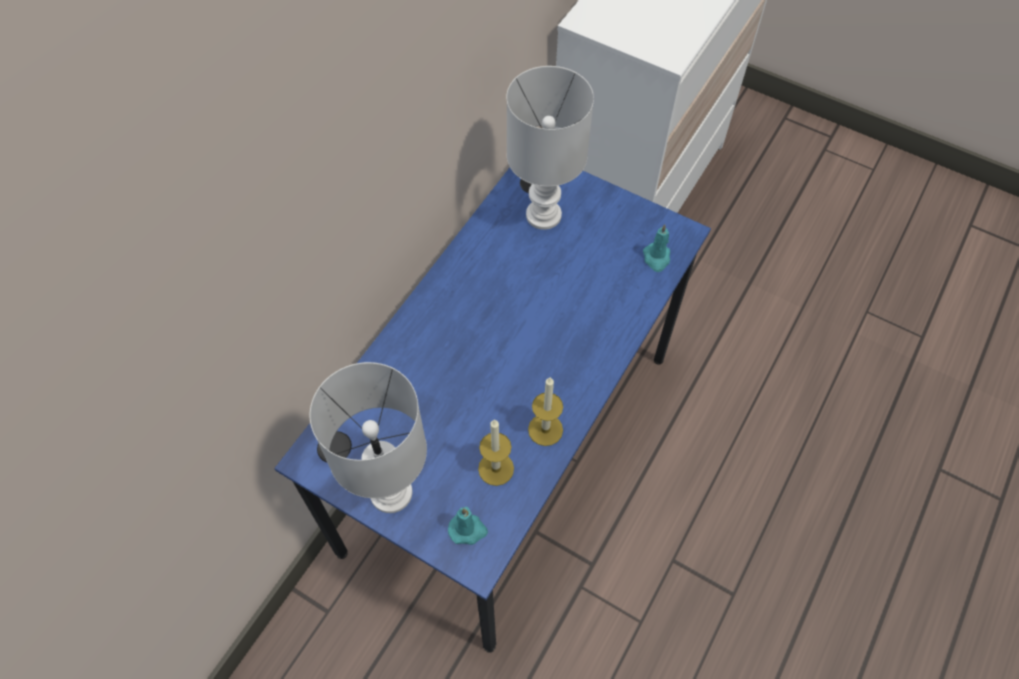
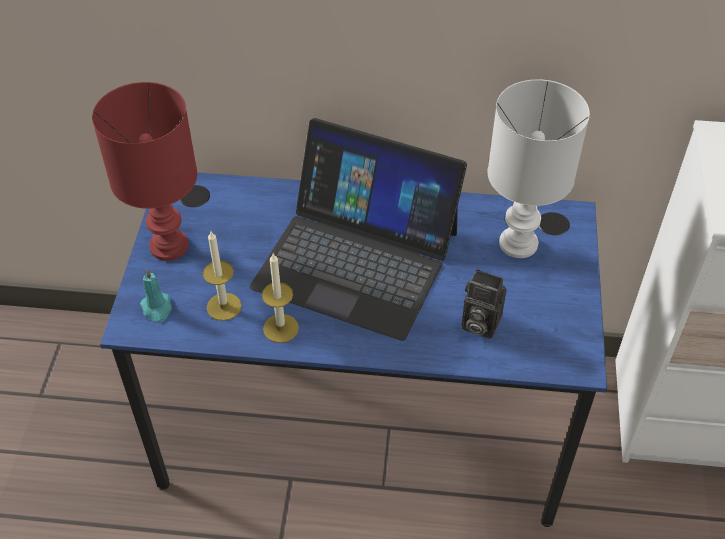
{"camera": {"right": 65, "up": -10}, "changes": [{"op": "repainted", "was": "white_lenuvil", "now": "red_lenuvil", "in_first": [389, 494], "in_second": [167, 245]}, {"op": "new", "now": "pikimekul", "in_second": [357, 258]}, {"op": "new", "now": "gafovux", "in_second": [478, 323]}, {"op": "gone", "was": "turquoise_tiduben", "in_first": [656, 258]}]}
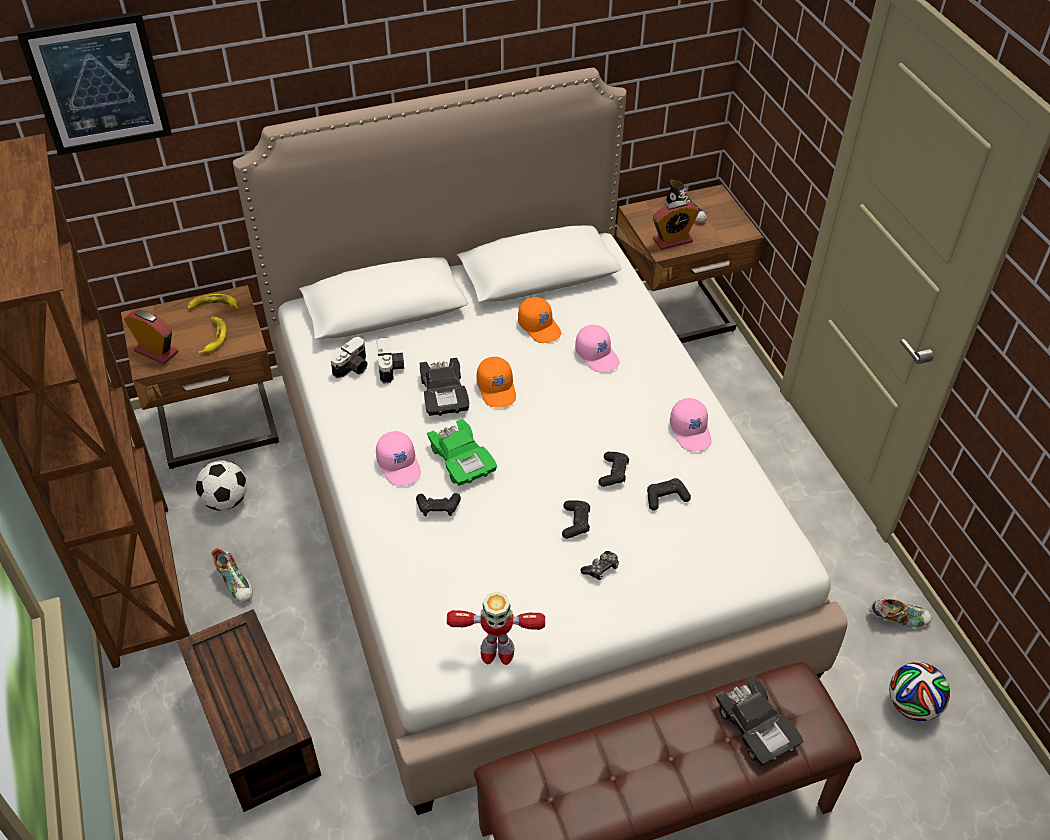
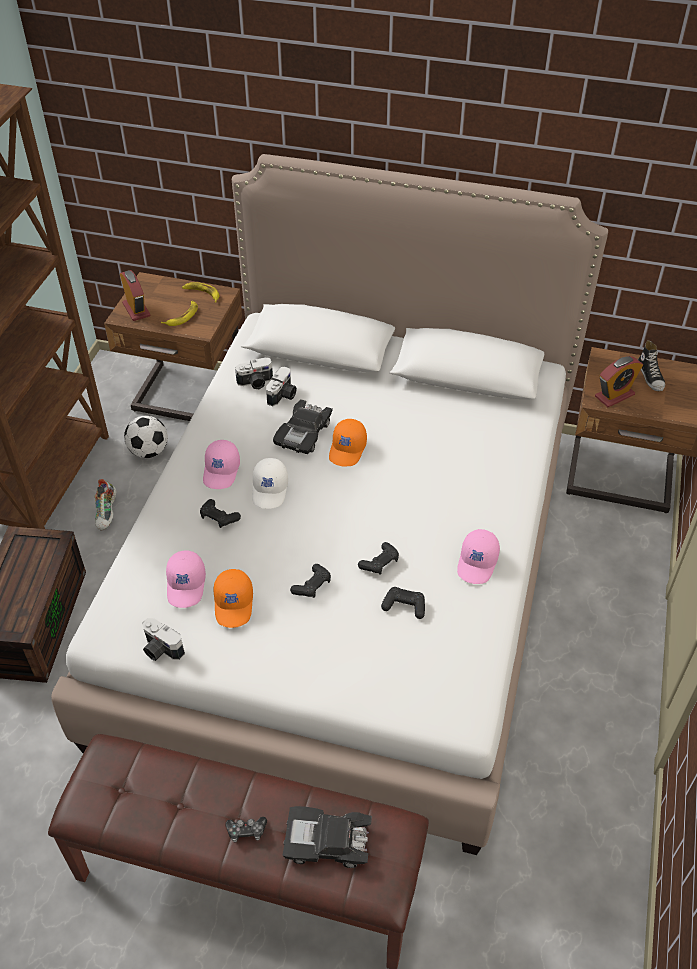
{"camera": {"right": 35, "up": 0}, "changes": [{"op": "swapped", "was": "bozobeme", "now": "gafovux", "in_first": [496, 652], "in_second": [160, 650]}, {"op": "shifted", "was": "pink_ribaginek", "in_first": [597, 355], "in_second": [187, 585]}, {"op": "shifted", "was": "orange_ribaginek", "in_first": [540, 327], "in_second": [234, 604]}, {"op": "shifted", "was": "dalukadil", "in_first": [601, 569], "in_second": [246, 831]}, {"op": "swapped", "was": "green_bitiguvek", "now": "white_ribaginek", "in_first": [462, 459], "in_second": [270, 490]}, {"op": "rotated", "was": "black_bitiguvek", "in_first": [756, 726], "in_second": [327, 842], "clockwise": 90}, {"op": "rotated", "was": "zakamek", "in_first": [672, 240], "in_second": [614, 395], "clockwise": -45}, {"op": "gone", "was": "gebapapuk", "in_first": [98, 83]}, {"op": "gone", "was": "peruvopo", "in_first": [898, 619]}, {"op": "gone", "was": "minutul", "in_first": [912, 705]}]}
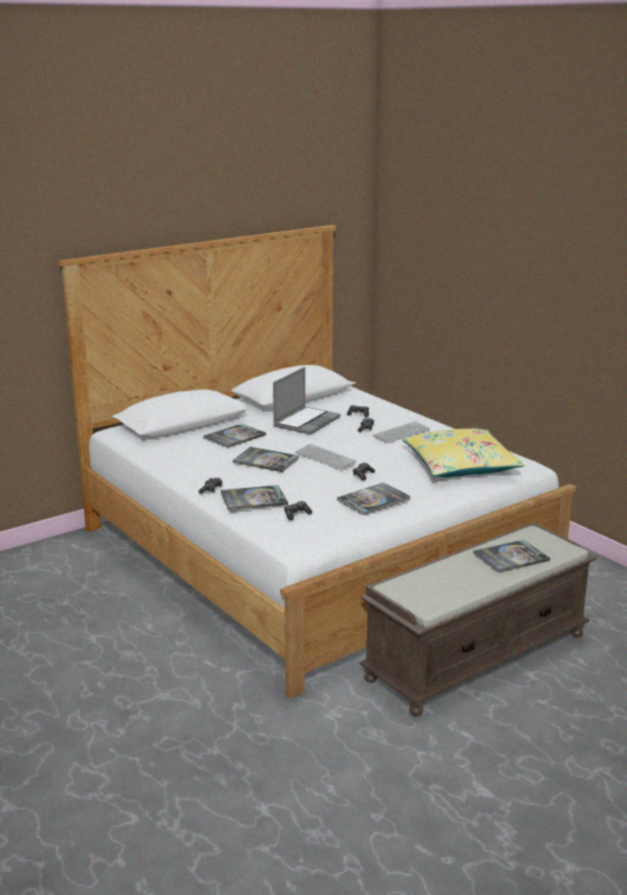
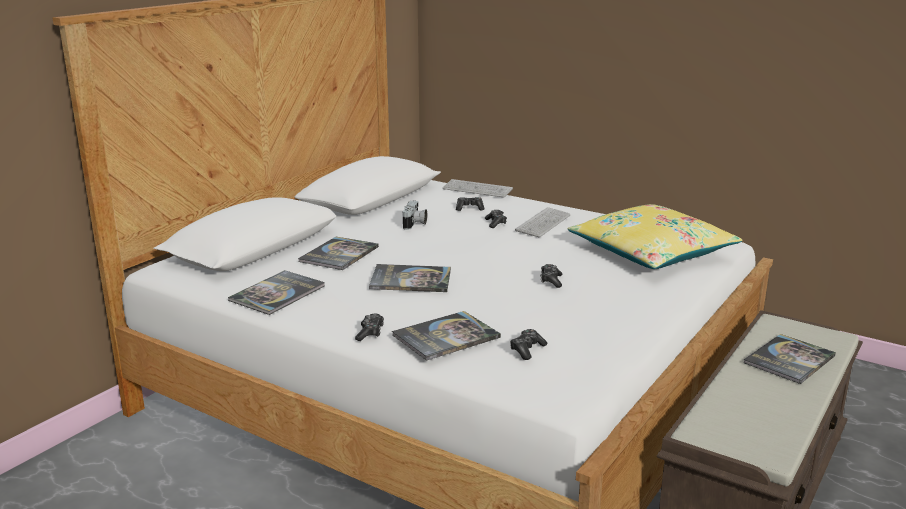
{"camera": {"right": -20, "up": 0}, "changes": [{"op": "shifted", "was": "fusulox", "in_first": [373, 500], "in_second": [277, 293]}, {"op": "swapped", "was": "pikimekul", "now": "gafovux", "in_first": [306, 422], "in_second": [415, 224]}, {"op": "shifted", "was": "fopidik", "in_first": [325, 458], "in_second": [477, 190]}]}
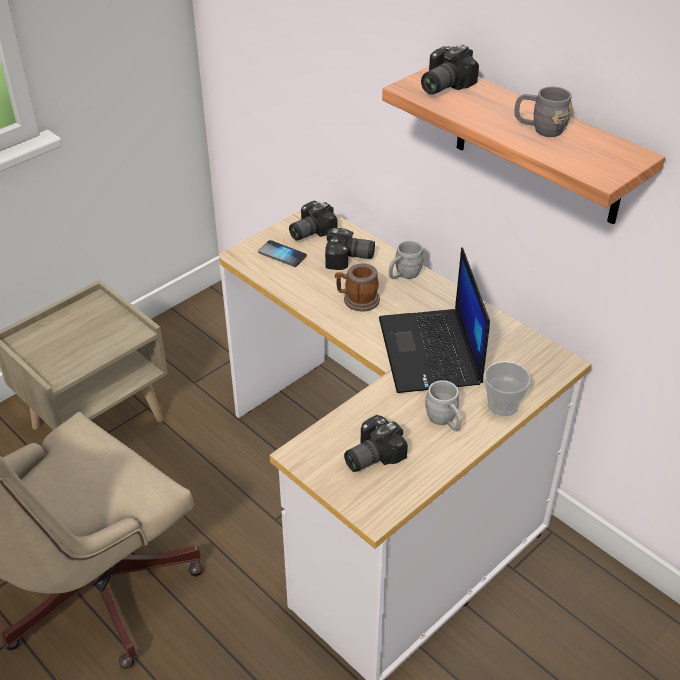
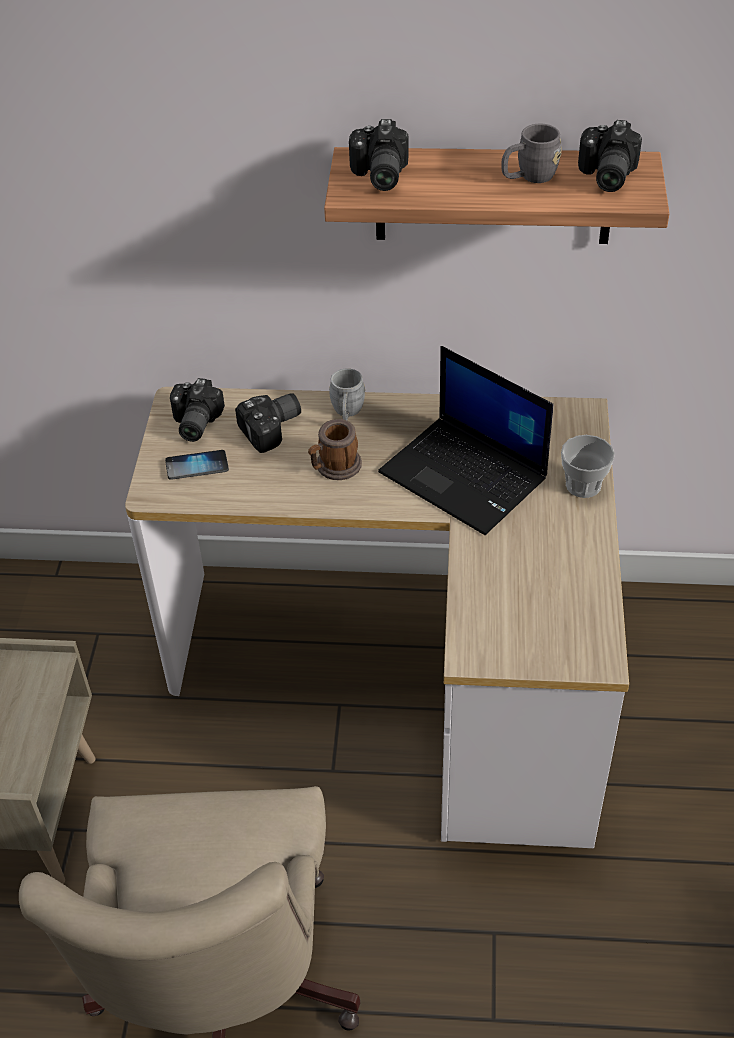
{"camera": {"right": -40, "up": 5}, "changes": [{"op": "shifted", "was": "gafovux", "in_first": [370, 455], "in_second": [604, 175]}, {"op": "gone", "was": "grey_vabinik", "in_first": [444, 421]}]}
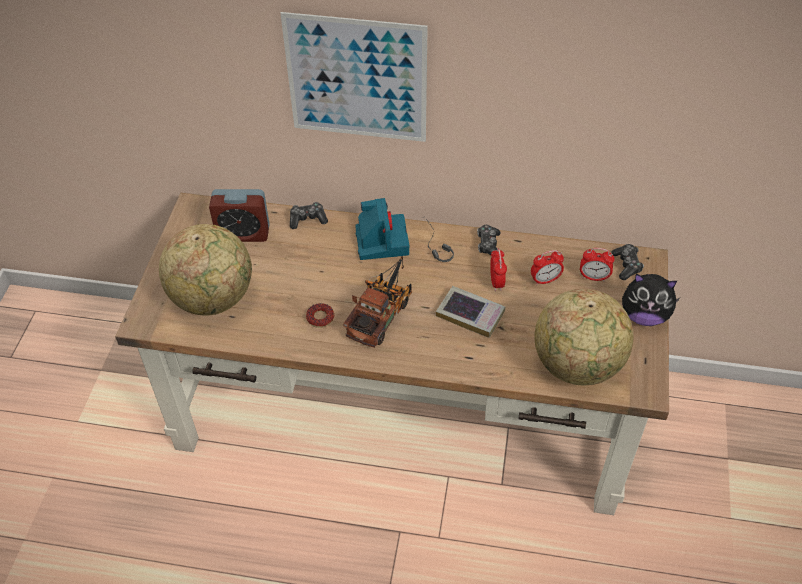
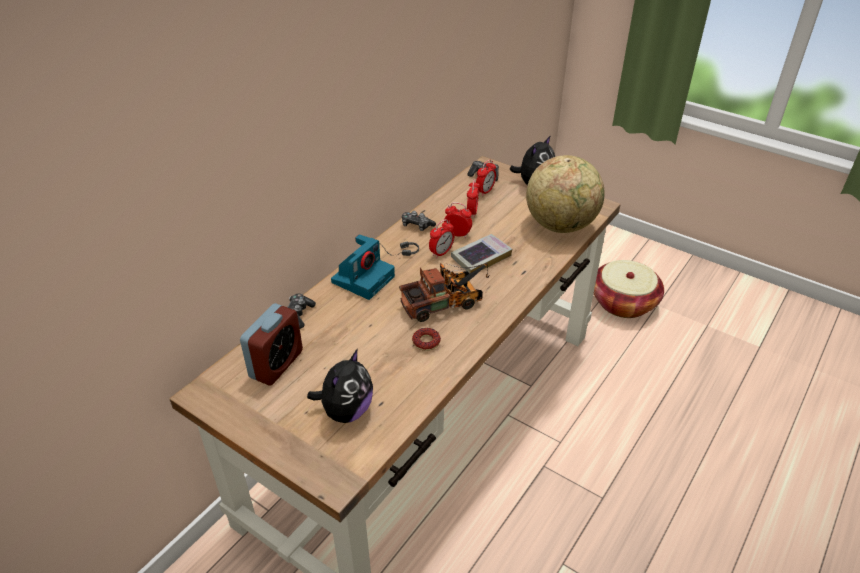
{"camera": {"right": -65, "up": -10}, "changes": [{"op": "swapped", "was": "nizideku", "now": "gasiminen", "in_first": [213, 298], "in_second": [346, 411]}, {"op": "rotated", "was": "gafovux", "in_first": [381, 240], "in_second": [363, 278], "clockwise": 105}, {"op": "rotated", "was": "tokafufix", "in_first": [382, 313], "in_second": [446, 303], "clockwise": 105}, {"op": "new", "now": "zakamek", "in_second": [441, 253]}, {"op": "new", "now": "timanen", "in_second": [623, 302]}, {"op": "gone", "was": "gebapapuk", "in_first": [356, 79]}]}
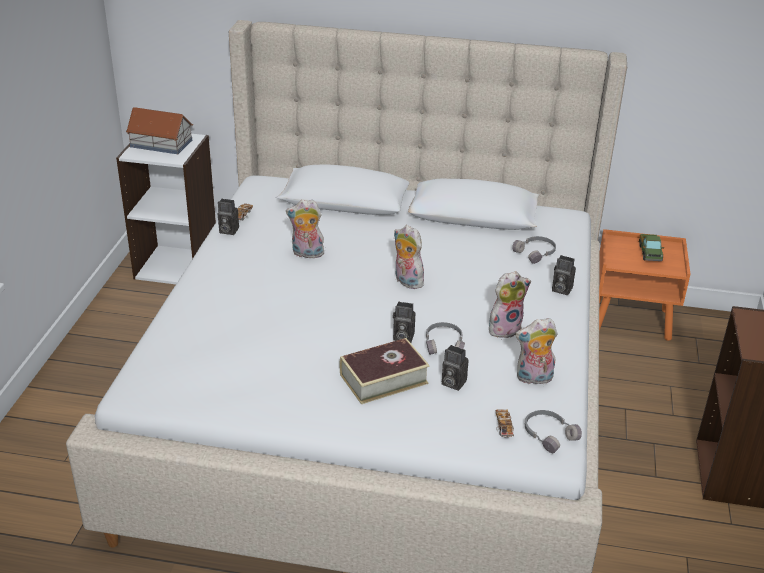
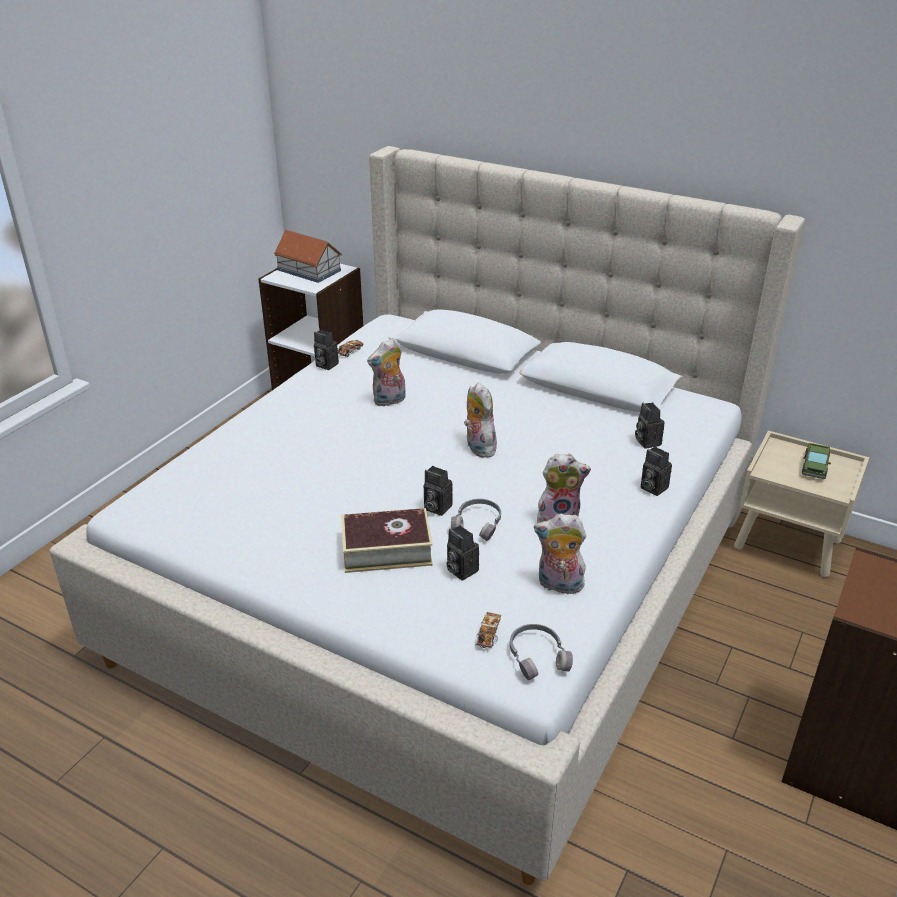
{"camera": {"right": 20, "up": 0}, "changes": [{"op": "rotated", "was": "gasiminen", "in_first": [306, 254], "in_second": [389, 401], "clockwise": -60}, {"op": "swapped", "was": "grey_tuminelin", "now": "gafovux", "in_first": [536, 253], "in_second": [646, 441]}, {"op": "repainted", "was": "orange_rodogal", "now": "beige_rodogal", "in_first": [632, 320], "in_second": [788, 545]}]}
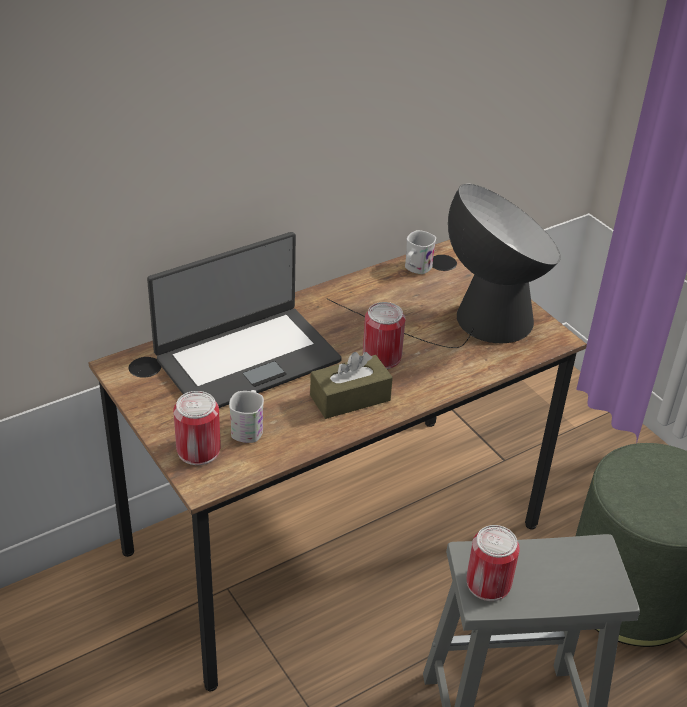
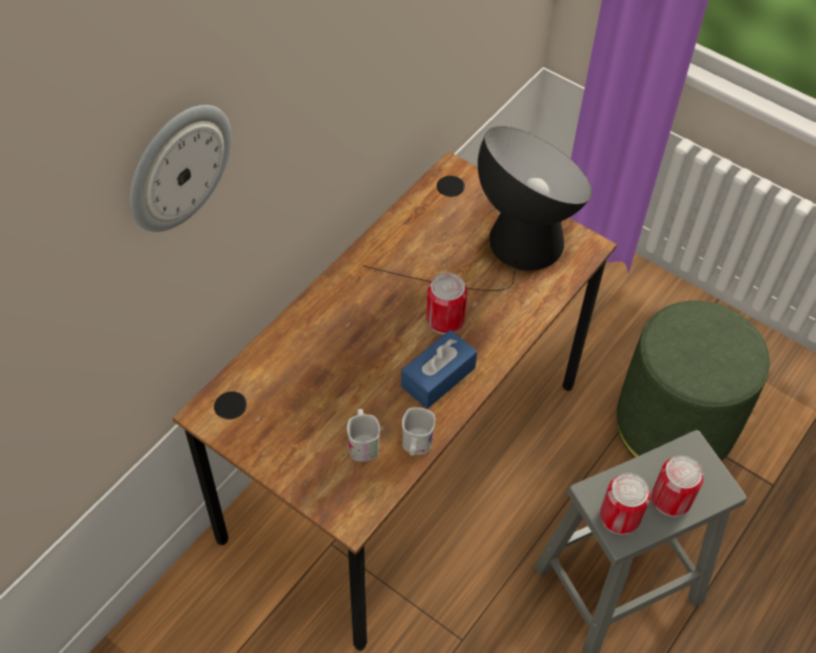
{"camera": {"right": -20, "up": 15}, "changes": [{"op": "new", "now": "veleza", "in_second": [178, 167]}, {"op": "repainted", "was": "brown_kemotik", "now": "blue_kemotik", "in_first": [350, 398], "in_second": [438, 377]}, {"op": "shifted", "was": "white_vabinik", "in_first": [416, 269], "in_second": [416, 446]}, {"op": "shifted", "was": "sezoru", "in_first": [198, 450], "in_second": [671, 499]}, {"op": "gone", "was": "pikimekul", "in_first": [246, 358]}]}
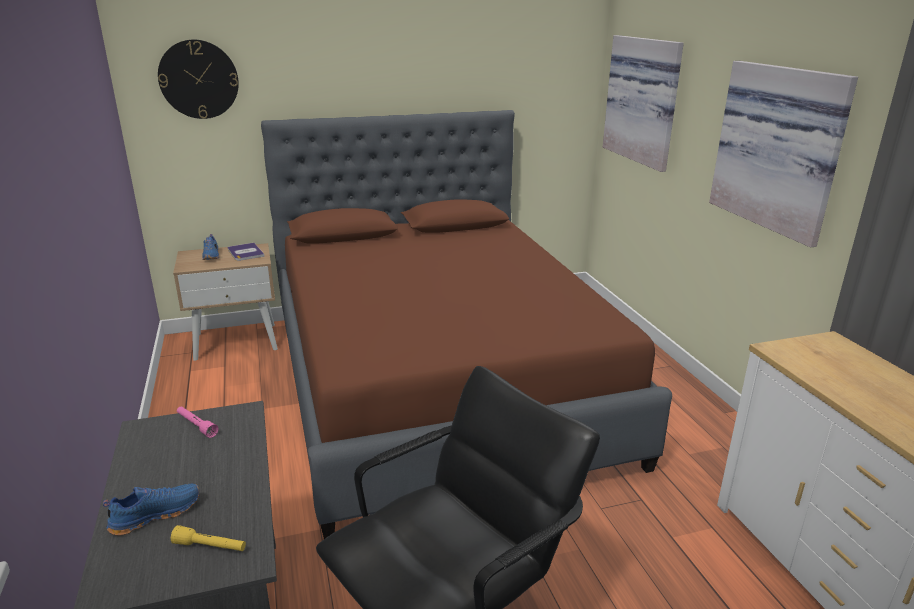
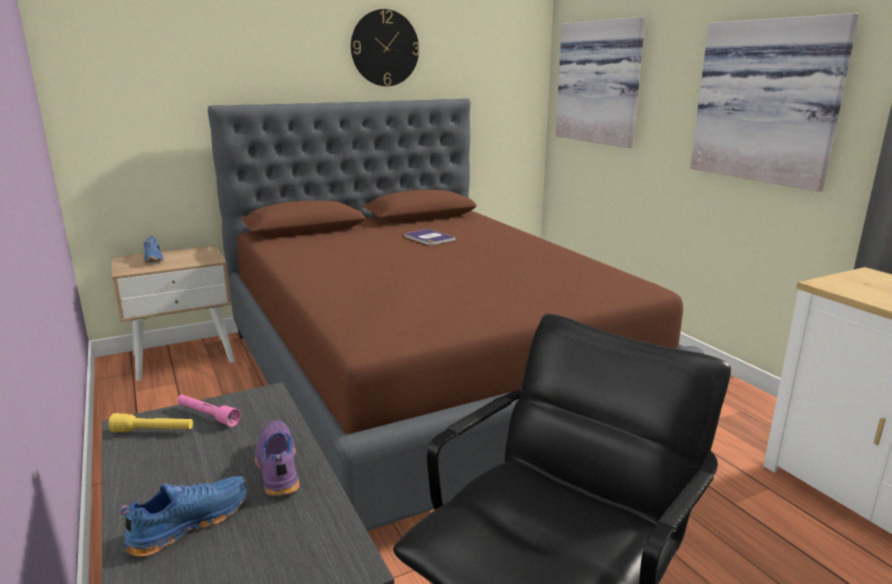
{"camera": {"right": -10, "up": -5}, "changes": [{"op": "shifted", "was": "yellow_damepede", "in_first": [210, 546], "in_second": [153, 431]}, {"op": "new", "now": "purple_peruvopo", "in_second": [276, 467]}, {"op": "shifted", "was": "veleza", "in_first": [199, 79], "in_second": [385, 48]}, {"op": "shifted", "was": "fusulox", "in_first": [245, 252], "in_second": [429, 238]}]}
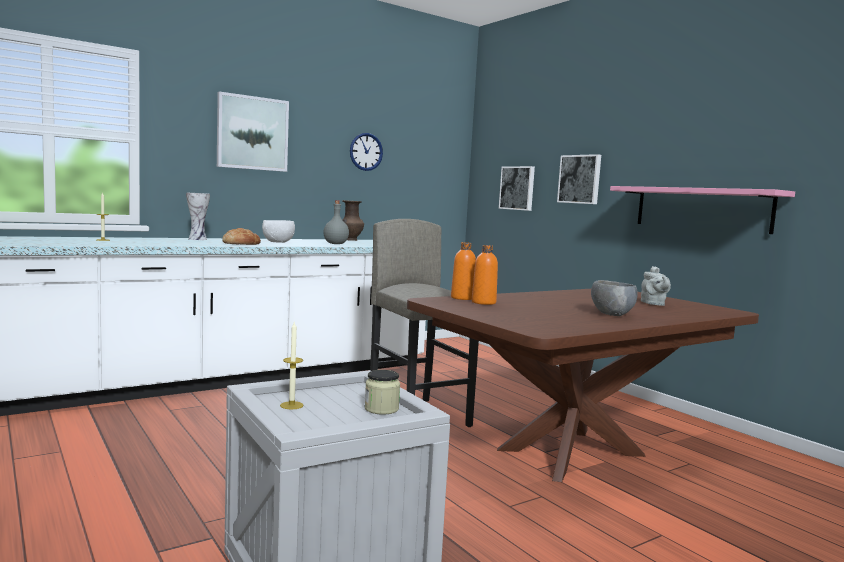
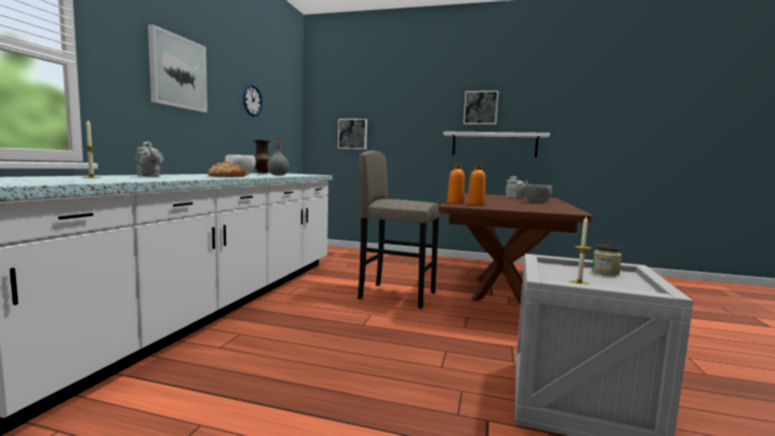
{"camera": {"right": -40, "up": 0}, "changes": [{"op": "new", "now": "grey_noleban", "in_second": [149, 176]}, {"op": "repainted", "was": "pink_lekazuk", "now": "white_lekazuk", "in_first": [701, 209], "in_second": [494, 145]}, {"op": "shifted", "was": "gebapapuk", "in_first": [580, 179], "in_second": [480, 108]}, {"op": "gone", "was": "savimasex", "in_first": [198, 239]}]}
